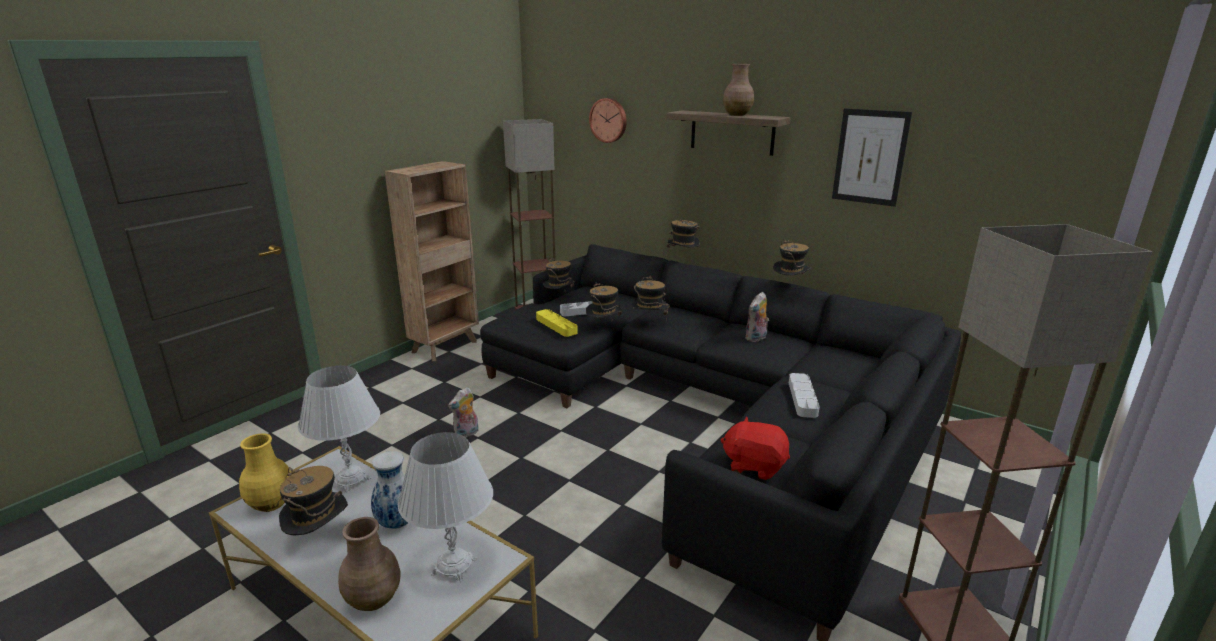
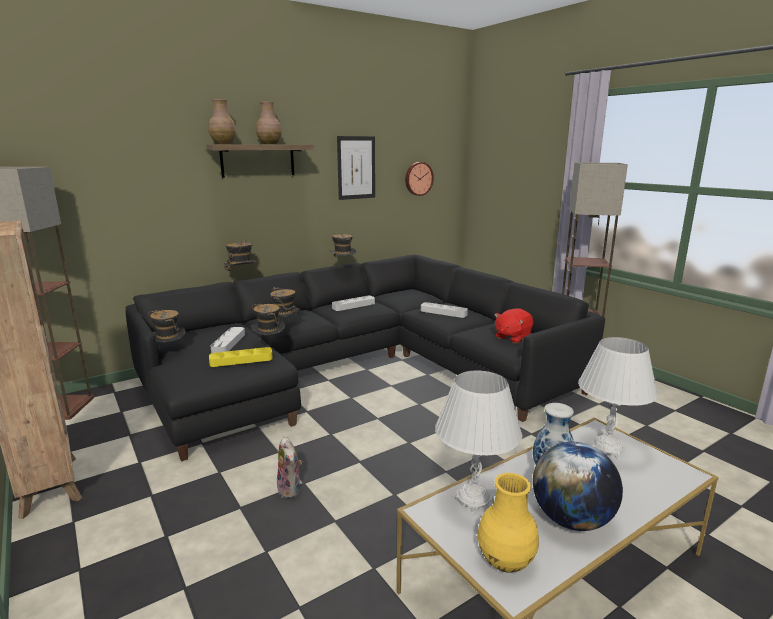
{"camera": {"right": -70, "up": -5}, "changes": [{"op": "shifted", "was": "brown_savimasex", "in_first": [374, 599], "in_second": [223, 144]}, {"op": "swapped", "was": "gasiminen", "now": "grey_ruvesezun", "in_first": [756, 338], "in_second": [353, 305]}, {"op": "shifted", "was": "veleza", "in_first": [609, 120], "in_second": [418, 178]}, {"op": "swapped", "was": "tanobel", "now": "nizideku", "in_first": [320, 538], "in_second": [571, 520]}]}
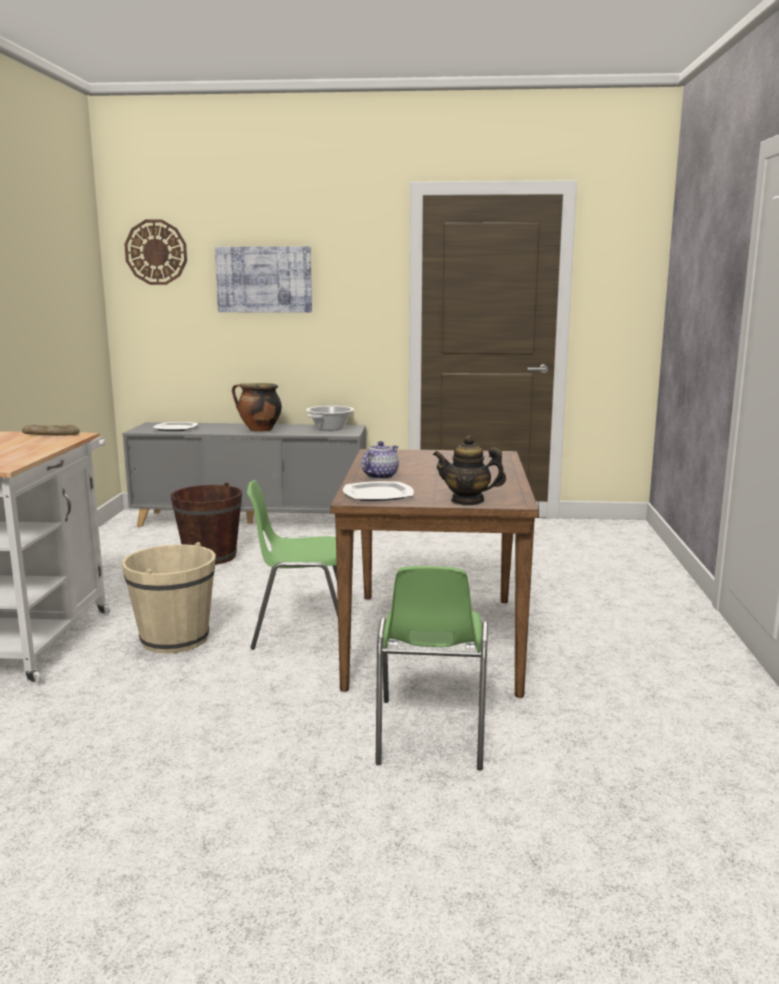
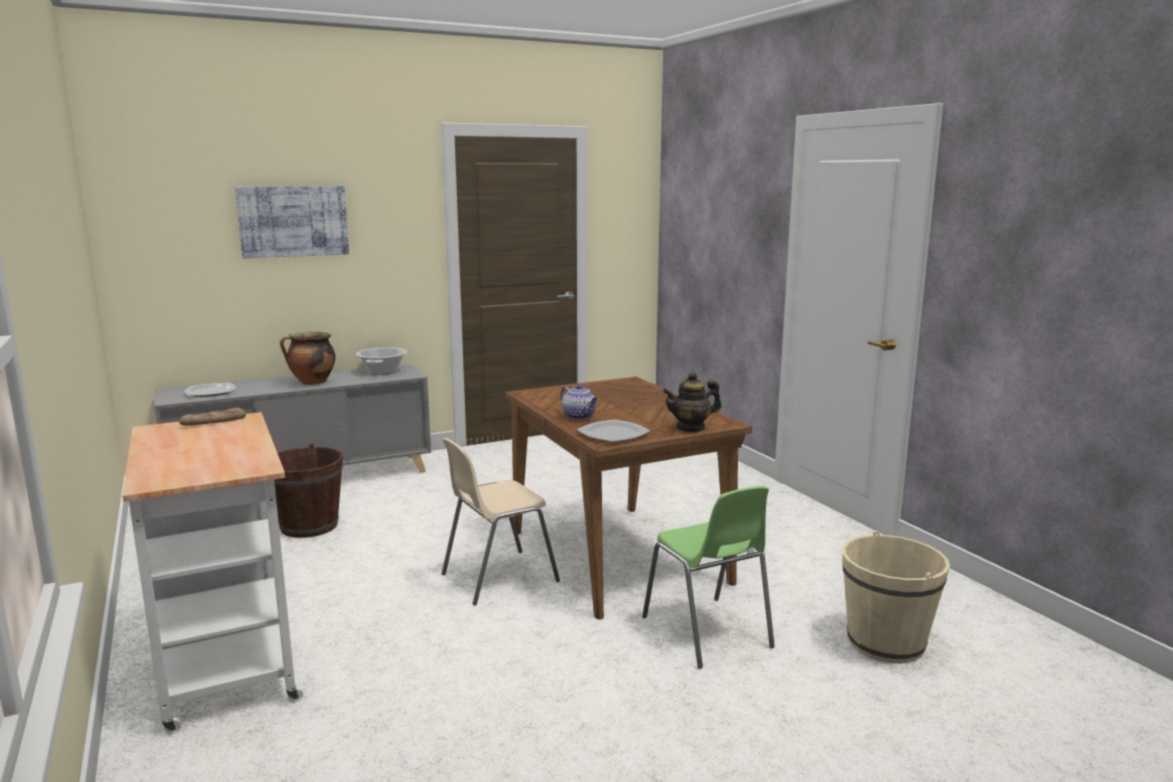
{"camera": {"right": -30, "up": 0}, "changes": [{"op": "repainted", "was": "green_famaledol", "now": "beige_famaledol", "in_first": [301, 632], "in_second": [498, 577]}, {"op": "rotated", "was": "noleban", "in_first": [380, 476], "in_second": [579, 416], "clockwise": 135}, {"op": "shifted", "was": "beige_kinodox", "in_first": [174, 639], "in_second": [885, 643]}, {"op": "gone", "was": "veleza", "in_first": [156, 252]}]}
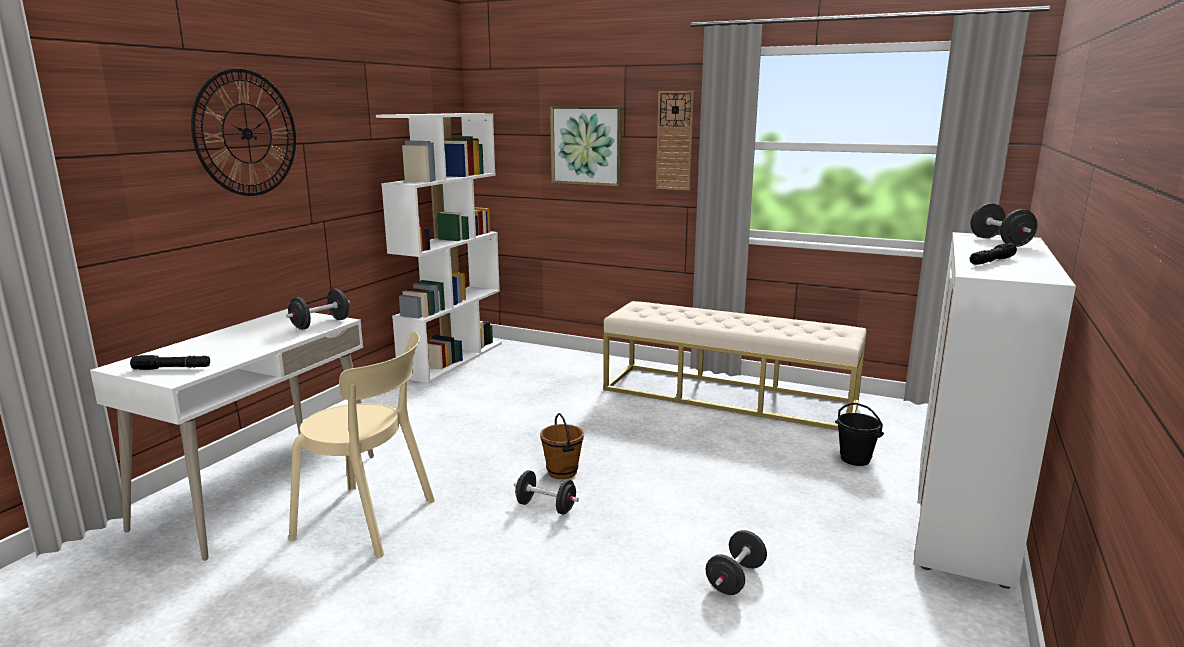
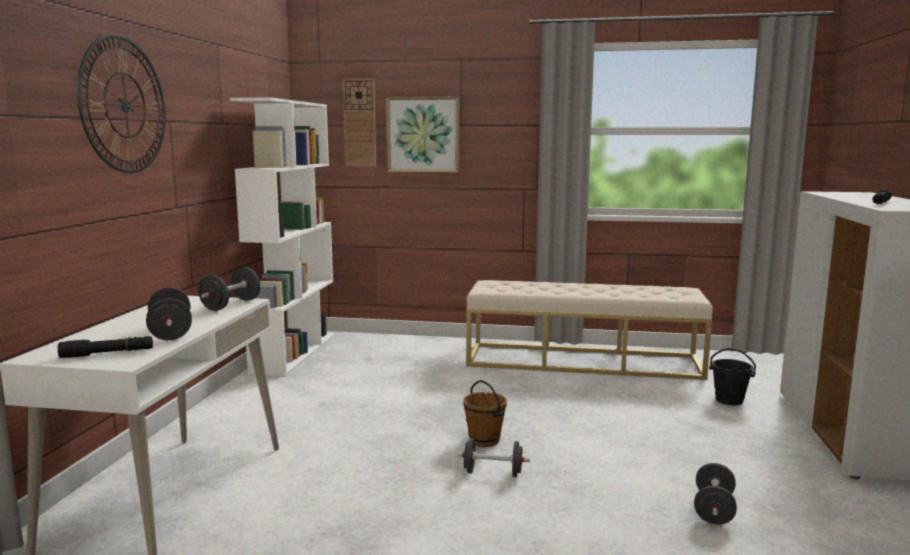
{"camera": {"right": -15, "up": -5}, "changes": [{"op": "shifted", "was": "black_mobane", "in_first": [1000, 242], "in_second": [170, 332]}, {"op": "shifted", "was": "veleza", "in_first": [674, 141], "in_second": [359, 123]}, {"op": "gone", "was": "beige_famaledol", "in_first": [371, 520]}]}
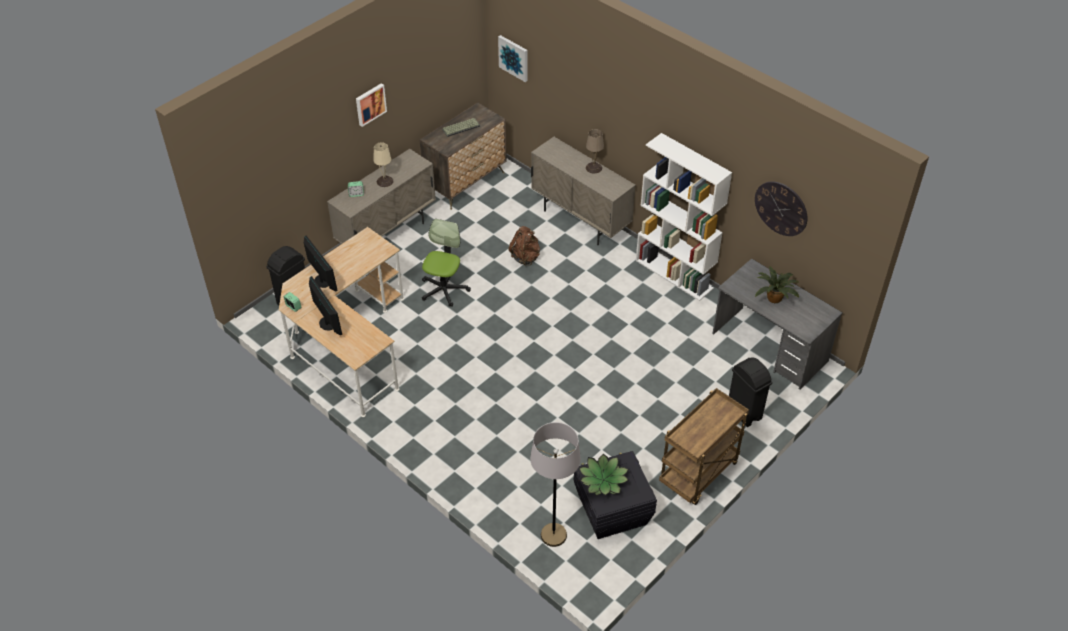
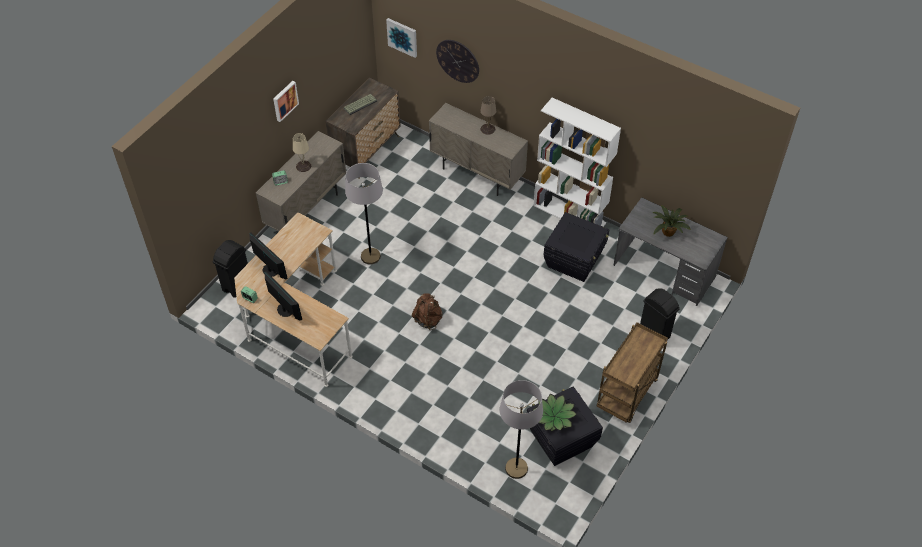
{"camera": {"right": -10, "up": 5}, "changes": [{"op": "swapped", "was": "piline", "now": "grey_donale", "in_first": [444, 289], "in_second": [370, 256]}, {"op": "shifted", "was": "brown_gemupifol", "in_first": [525, 257], "in_second": [428, 319]}, {"op": "shifted", "was": "veleza", "in_first": [781, 208], "in_second": [458, 61]}, {"op": "new", "now": "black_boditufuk", "in_second": [574, 260]}]}
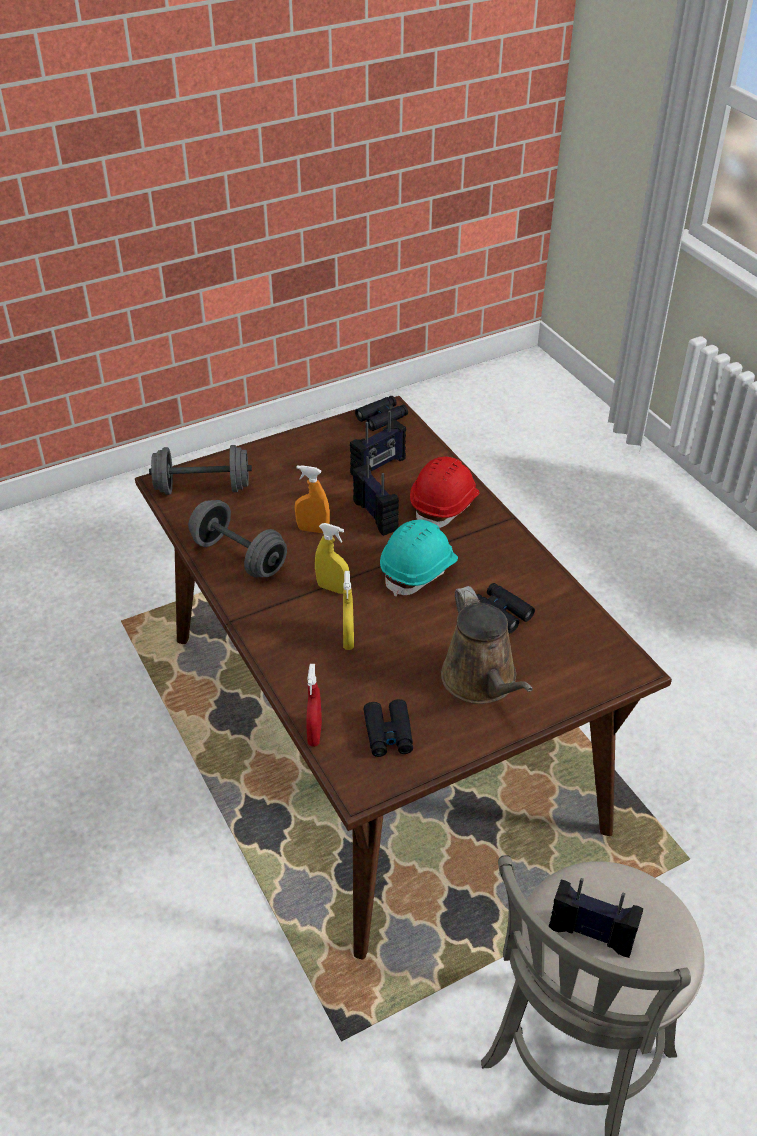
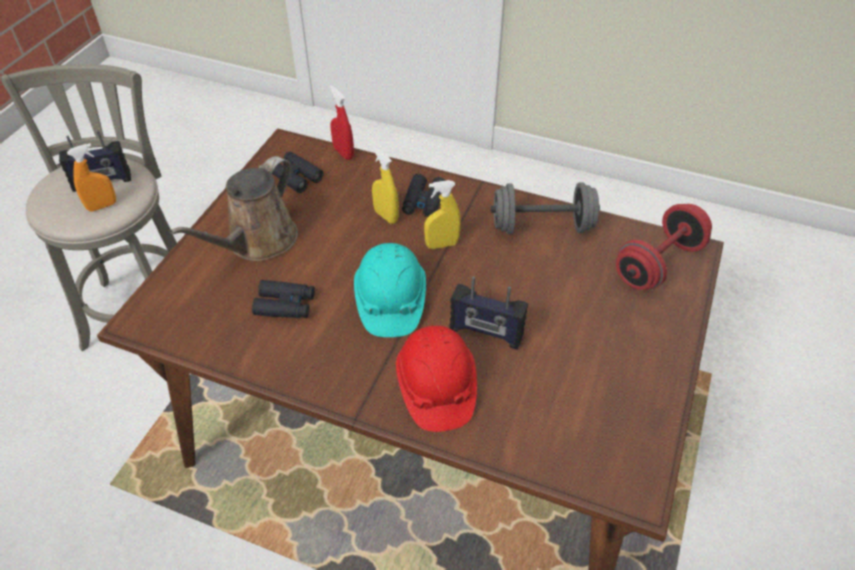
{"camera": {"right": 140, "up": 5}, "changes": [{"op": "shifted", "was": "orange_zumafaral", "in_first": [313, 529], "in_second": [102, 206]}, {"op": "rotated", "was": "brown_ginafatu", "in_first": [482, 681], "in_second": [257, 242], "clockwise": -90}, {"op": "shifted", "was": "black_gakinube", "in_first": [382, 418], "in_second": [424, 201]}, {"op": "repainted", "was": "grey_mobane", "now": "red_mobane", "in_first": [203, 488], "in_second": [658, 264]}, {"op": "gone", "was": "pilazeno", "in_first": [378, 467]}]}
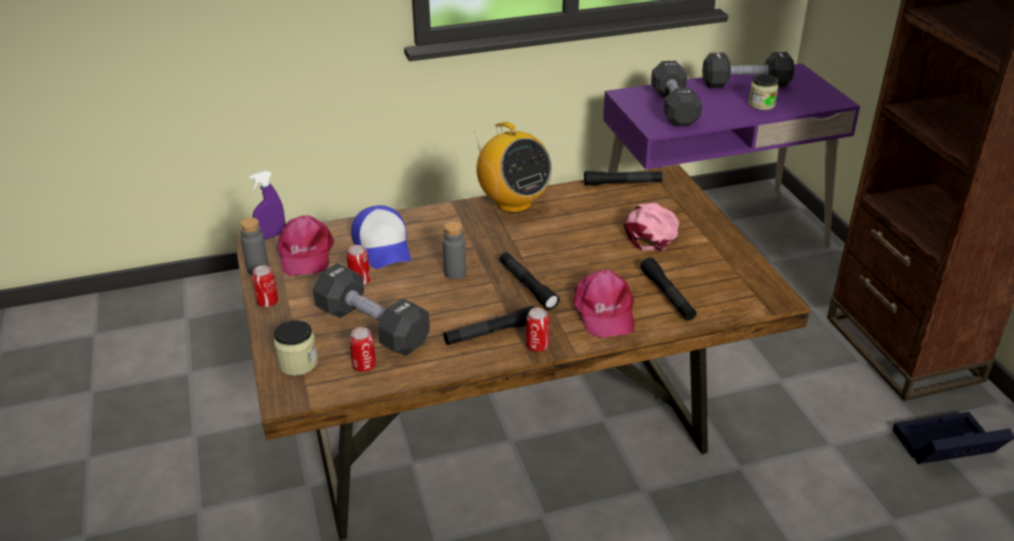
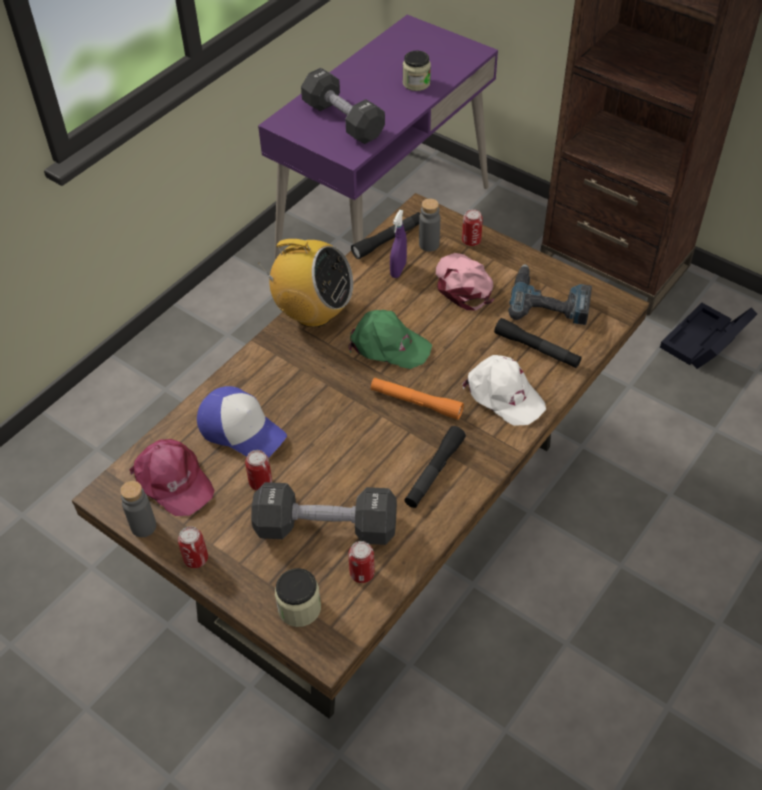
{"camera": {"right": -35, "up": 15}, "changes": [{"op": "new", "now": "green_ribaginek", "in_second": [388, 346]}, {"op": "repainted", "was": "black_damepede", "now": "orange_damepede", "in_first": [527, 286], "in_second": [416, 403]}, {"op": "shifted", "was": "purple_zumafaral", "in_first": [271, 235], "in_second": [398, 270]}, {"op": "shifted", "was": "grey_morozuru", "in_first": [455, 273], "in_second": [429, 244]}, {"op": "shifted", "was": "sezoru", "in_first": [537, 346], "in_second": [471, 241]}, {"op": "repainted", "was": "pink_ribaginek", "now": "white_ribaginek", "in_first": [604, 311], "in_second": [503, 395]}, {"op": "new", "now": "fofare", "in_second": [549, 301]}, {"op": "gone", "was": "black_mobane", "in_first": [745, 85]}]}
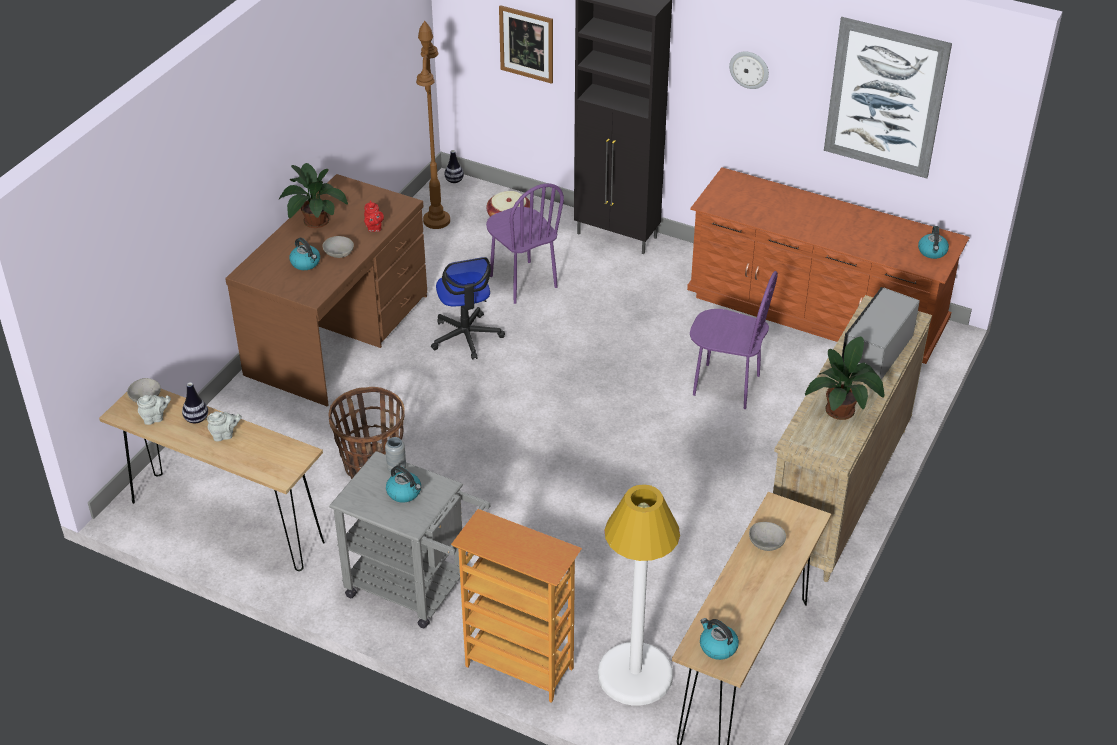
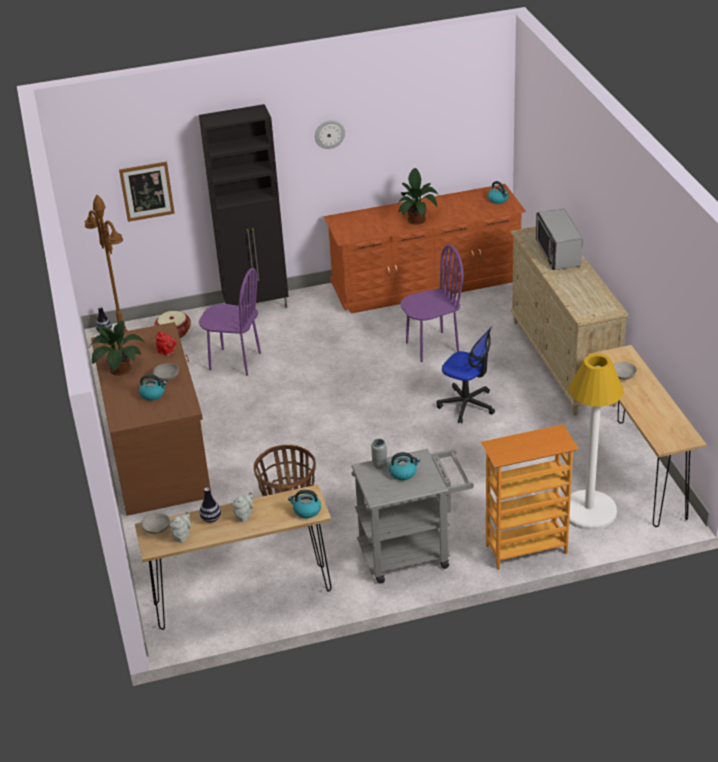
{"camera": {"right": -40, "up": -5}, "changes": [{"op": "shifted", "was": "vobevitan", "in_first": [717, 647], "in_second": [306, 511]}, {"op": "shifted", "was": "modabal", "in_first": [842, 409], "in_second": [417, 219]}, {"op": "shifted", "was": "piline", "in_first": [466, 336], "in_second": [467, 405]}, {"op": "gone", "was": "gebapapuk", "in_first": [885, 98]}]}
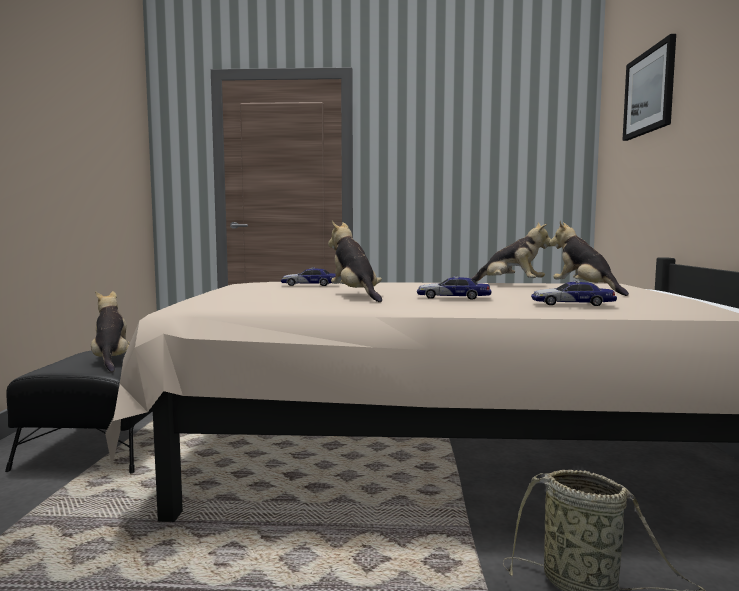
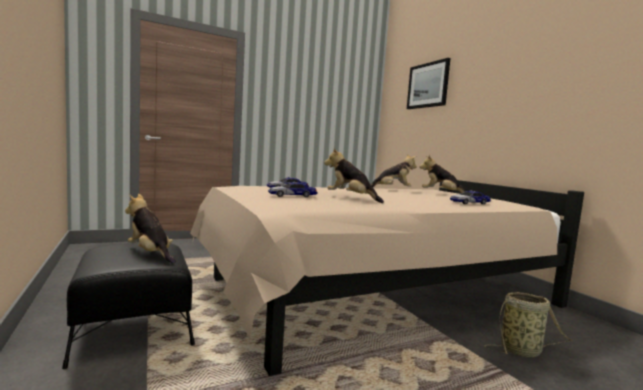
{"camera": {"right": -30, "up": 0}, "changes": [{"op": "shifted", "was": "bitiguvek", "in_first": [453, 298], "in_second": [292, 196]}]}
